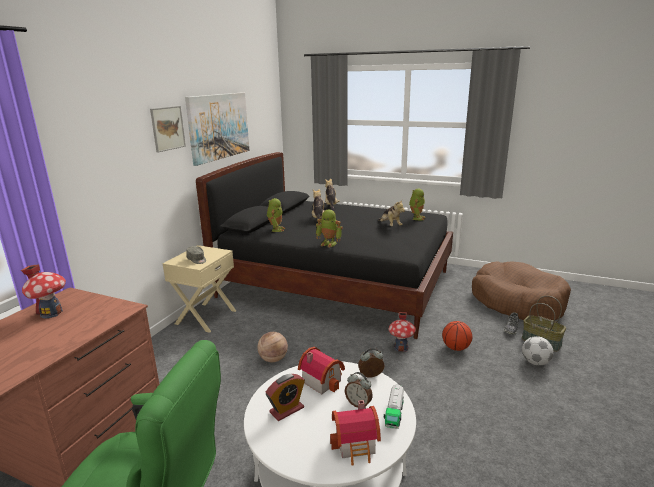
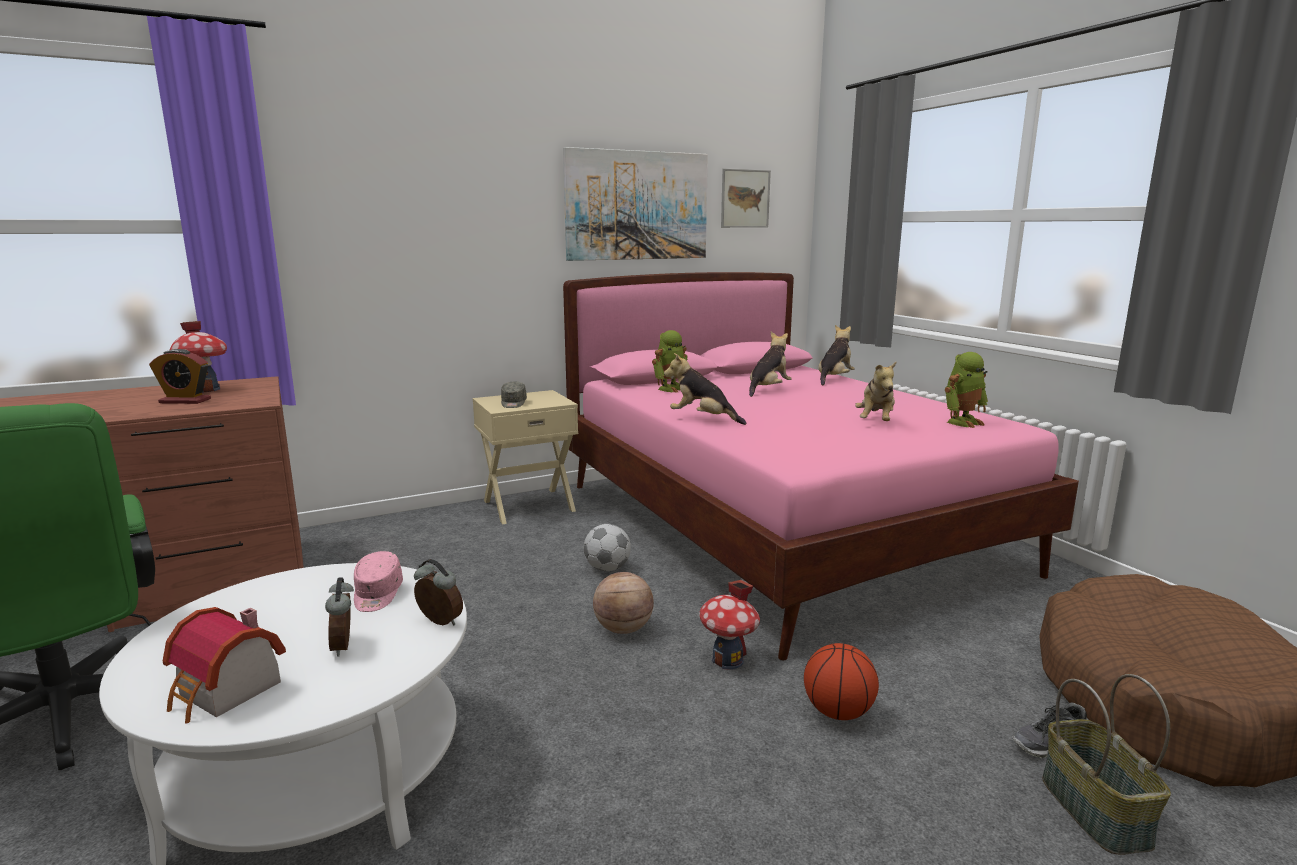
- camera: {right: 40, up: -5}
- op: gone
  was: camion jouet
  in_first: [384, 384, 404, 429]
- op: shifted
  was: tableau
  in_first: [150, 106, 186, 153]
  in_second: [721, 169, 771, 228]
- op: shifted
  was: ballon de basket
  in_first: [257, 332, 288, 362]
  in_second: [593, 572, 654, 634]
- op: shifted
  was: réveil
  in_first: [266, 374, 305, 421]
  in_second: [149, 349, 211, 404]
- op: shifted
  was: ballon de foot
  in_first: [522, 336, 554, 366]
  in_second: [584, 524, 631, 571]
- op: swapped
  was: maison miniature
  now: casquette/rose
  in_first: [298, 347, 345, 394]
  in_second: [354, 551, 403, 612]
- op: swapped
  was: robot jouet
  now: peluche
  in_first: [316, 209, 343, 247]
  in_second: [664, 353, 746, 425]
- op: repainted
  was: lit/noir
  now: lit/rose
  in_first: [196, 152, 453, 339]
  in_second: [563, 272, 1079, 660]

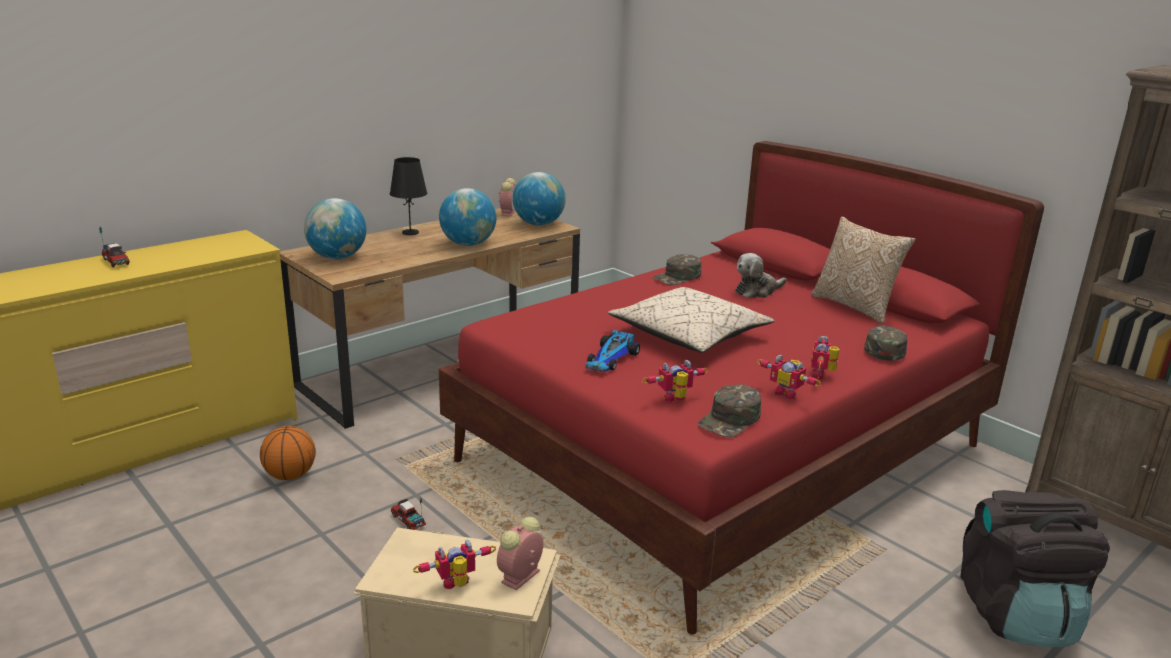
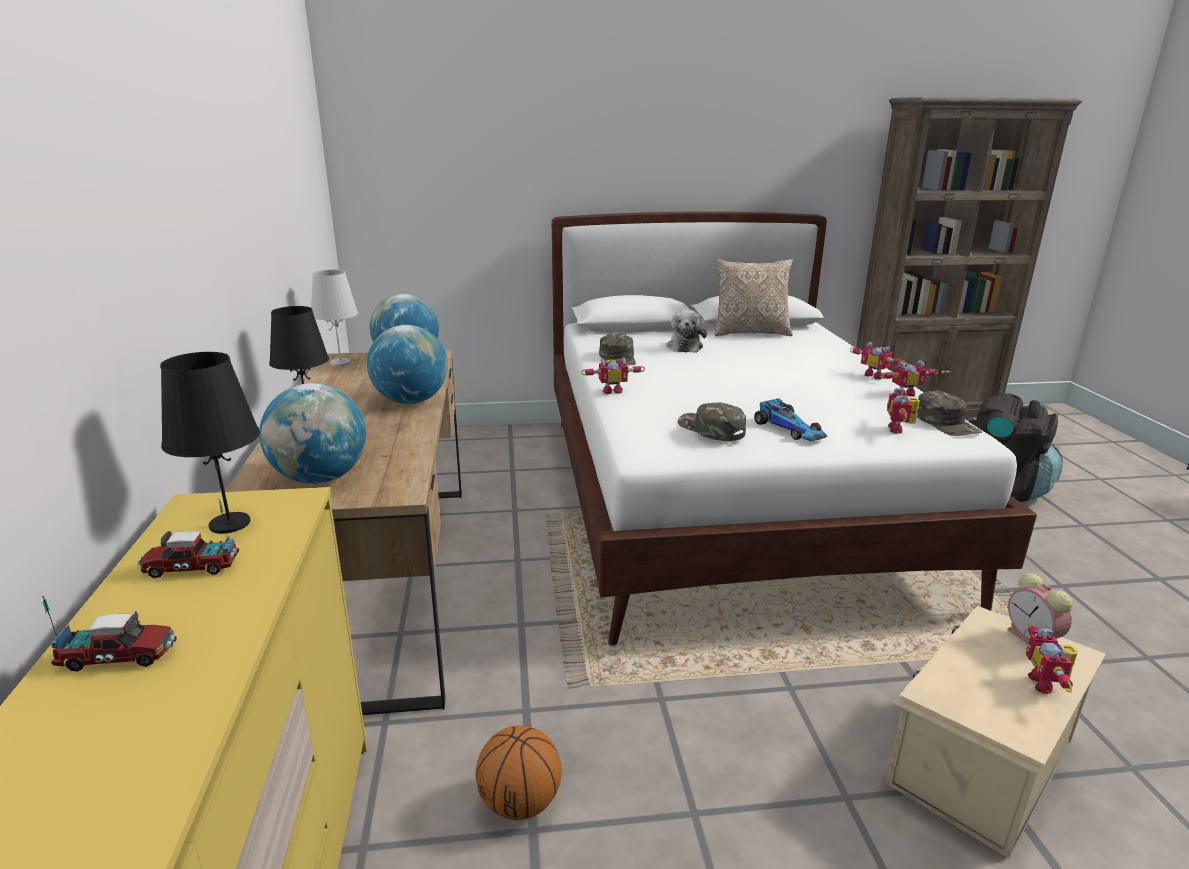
- camera: {right: -55, up: 0}
- op: gone
  was: coussin/beige
  in_first: [608, 287, 775, 353]
- op: new
  now: lampe de table/noir
  in_second: [160, 352, 260, 534]
- op: new
  now: robot jouet
  in_second: [581, 357, 645, 394]
- op: shifted
  was: camion jouet
  in_first: [391, 497, 426, 530]
  in_second: [138, 499, 239, 578]
- op: shifted
  was: casquette/vert
  in_first: [864, 325, 907, 361]
  in_second: [678, 402, 746, 441]
- op: swapped
  was: réveil
  now: lampe de table/blanc
  in_first: [499, 178, 516, 216]
  in_second: [311, 270, 358, 366]
- op: repainted
  was: lit/rouge
  now: lit/blanc
  in_first: [438, 141, 1044, 635]
  in_second: [552, 212, 1037, 646]

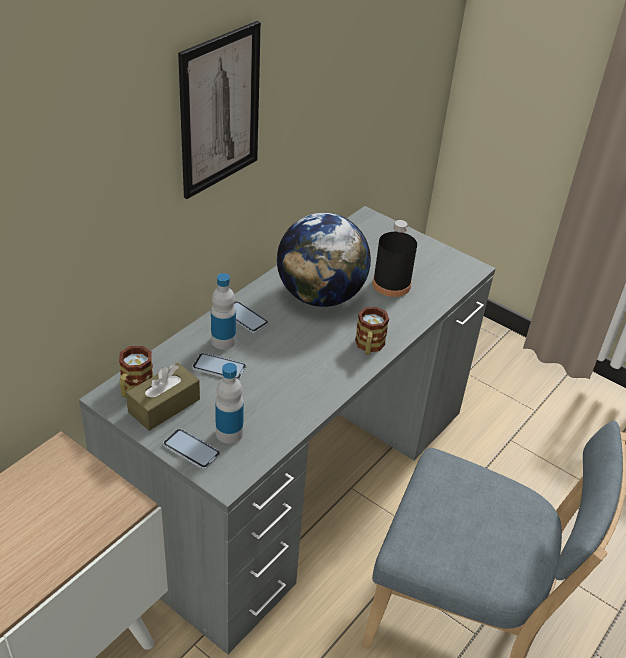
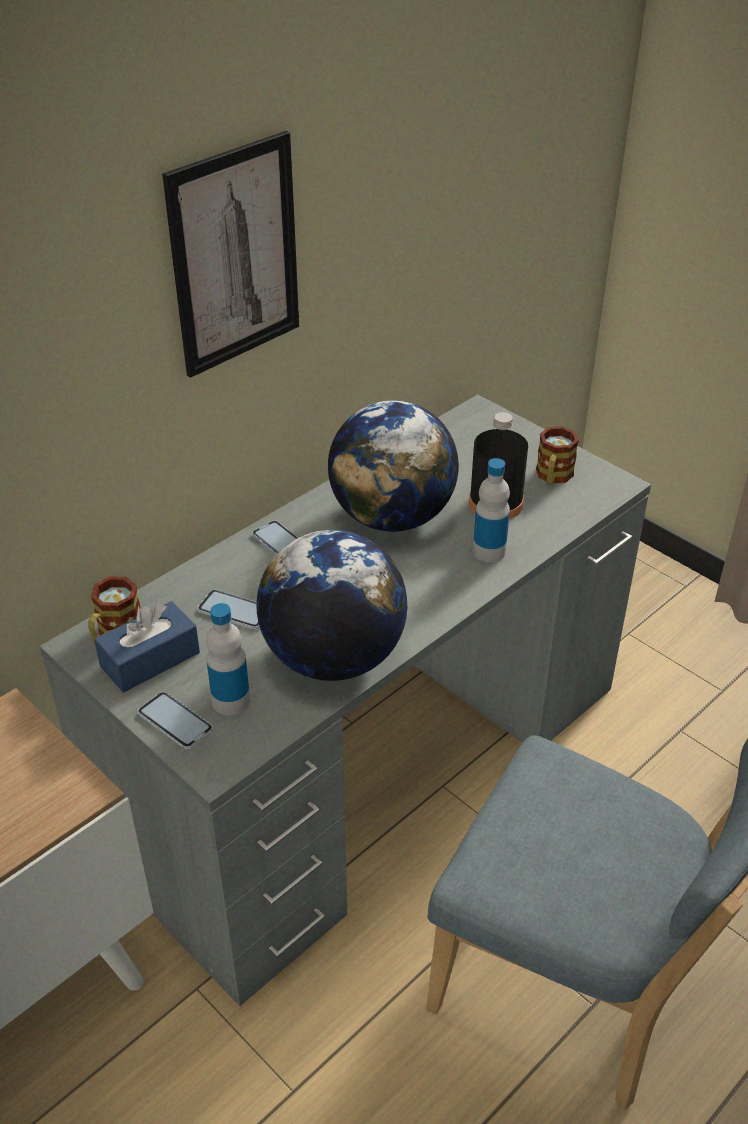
- camera: {right: 10, up: 0}
- op: new
  now: globe
  in_second: [256, 530, 407, 681]
- op: shifted
  was: bouteille
  in_first: [211, 273, 236, 350]
  in_second: [473, 458, 510, 562]
- op: shifted
  was: mug
  in_first: [355, 307, 389, 355]
  in_second: [536, 426, 579, 485]
- op: repainted
  was: boîte à mouchoirs/marron
  now: boîte à mouchoirs/bleu
  in_first: [126, 363, 200, 431]
  in_second: [94, 601, 200, 693]

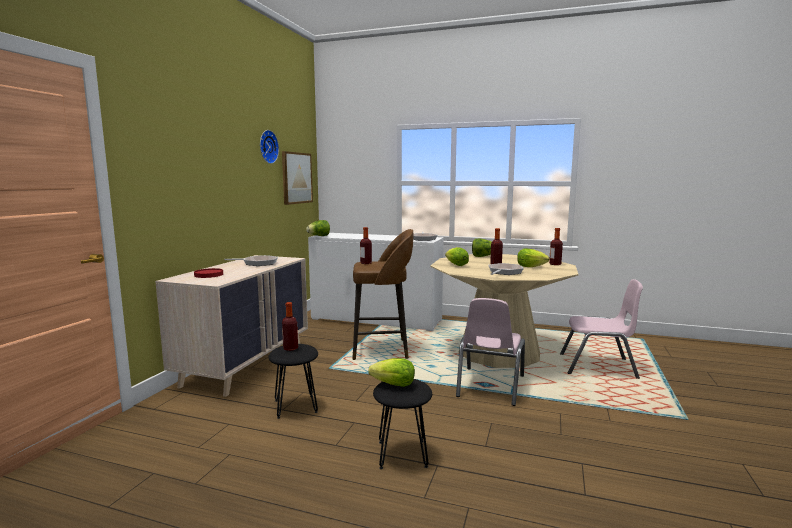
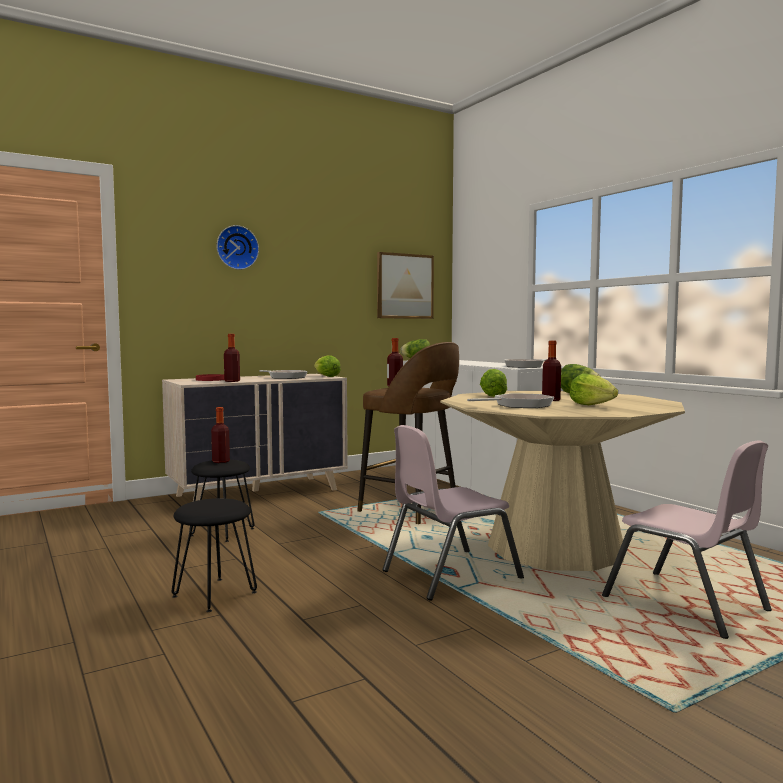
- camera: {right: 40, up: -5}
- op: shifted
  was: horloge murale
  in_first: [260, 130, 279, 164]
  in_second: [216, 225, 259, 270]
- op: shifted
  was: laitue
  in_first: [368, 358, 415, 387]
  in_second: [314, 355, 341, 377]
- op: shifted
  was: bouteille
  in_first: [549, 228, 563, 265]
  in_second: [224, 334, 240, 382]

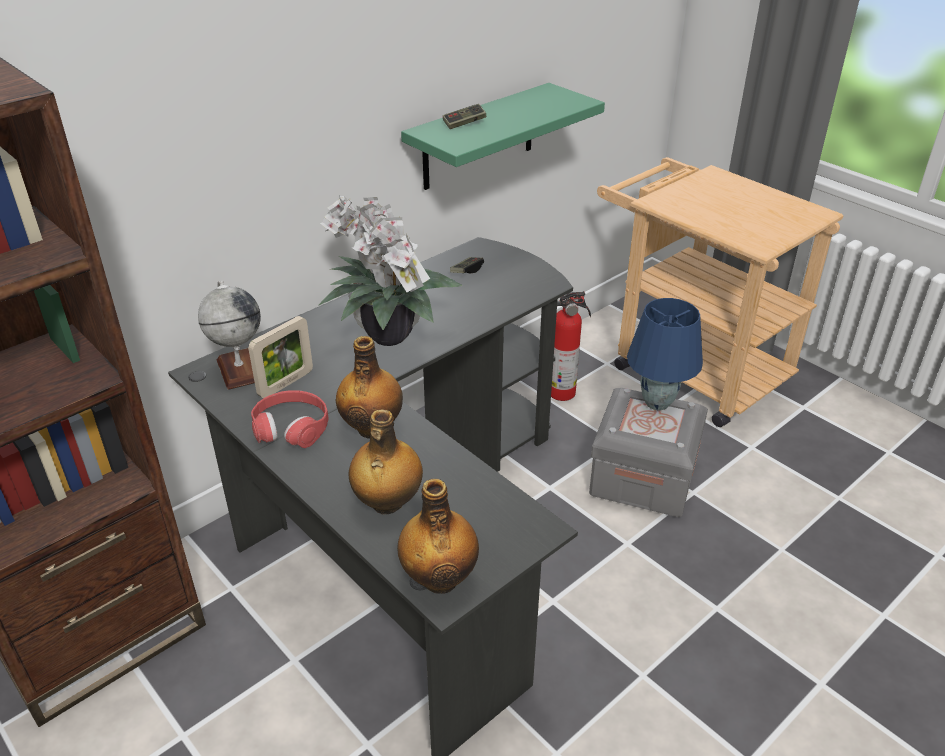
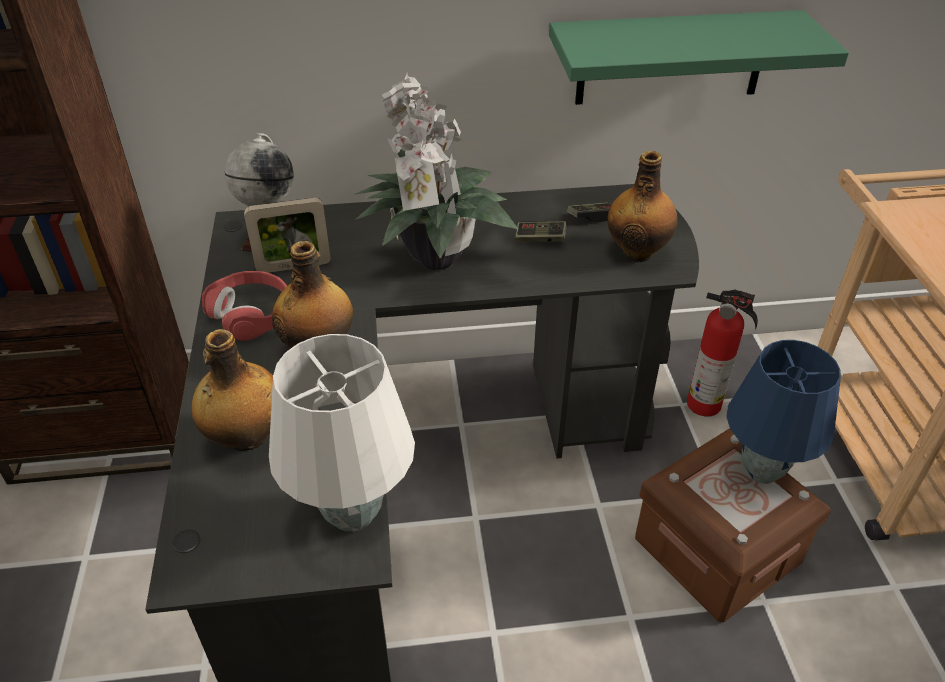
- camera: {right: 35, up: 5}
- op: new
  now: lampe de table/blanc
  in_second: [269, 334, 415, 532]
- op: shifted
  was: bouteille
  in_first: [397, 479, 479, 594]
  in_second: [607, 151, 678, 262]
- op: shifted
  was: manette
  in_first: [443, 104, 486, 129]
  in_second: [515, 221, 566, 242]
- op: repainted
  was: boîte de rangement/gris
  now: boîte de rangement/marron
  in_first: [589, 388, 708, 517]
  in_second: [635, 428, 830, 622]

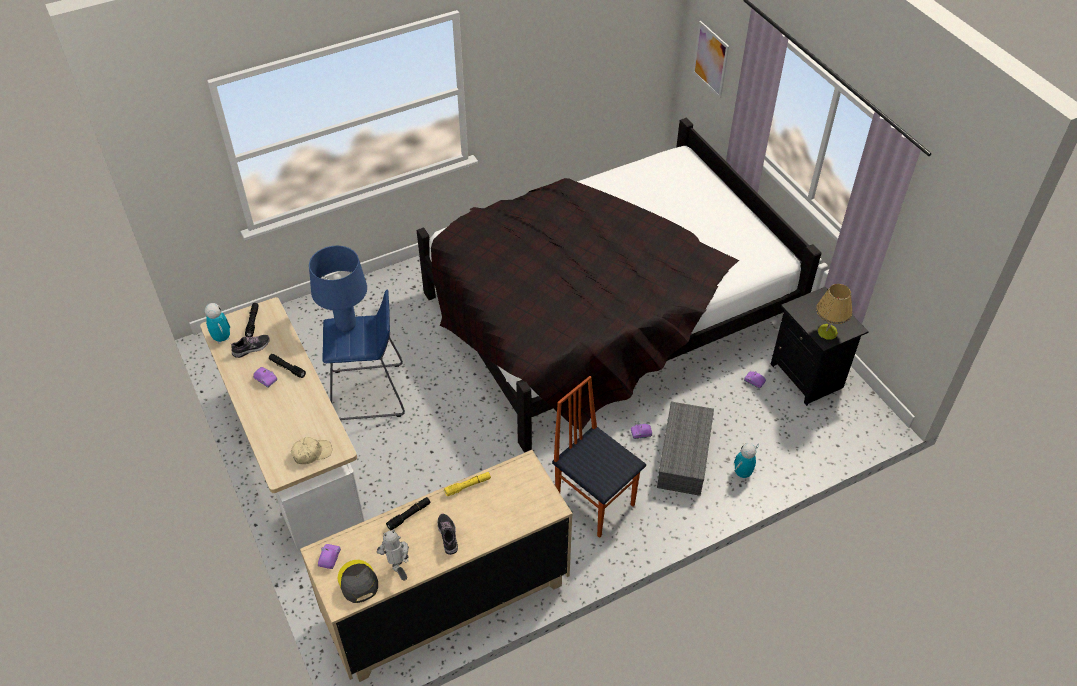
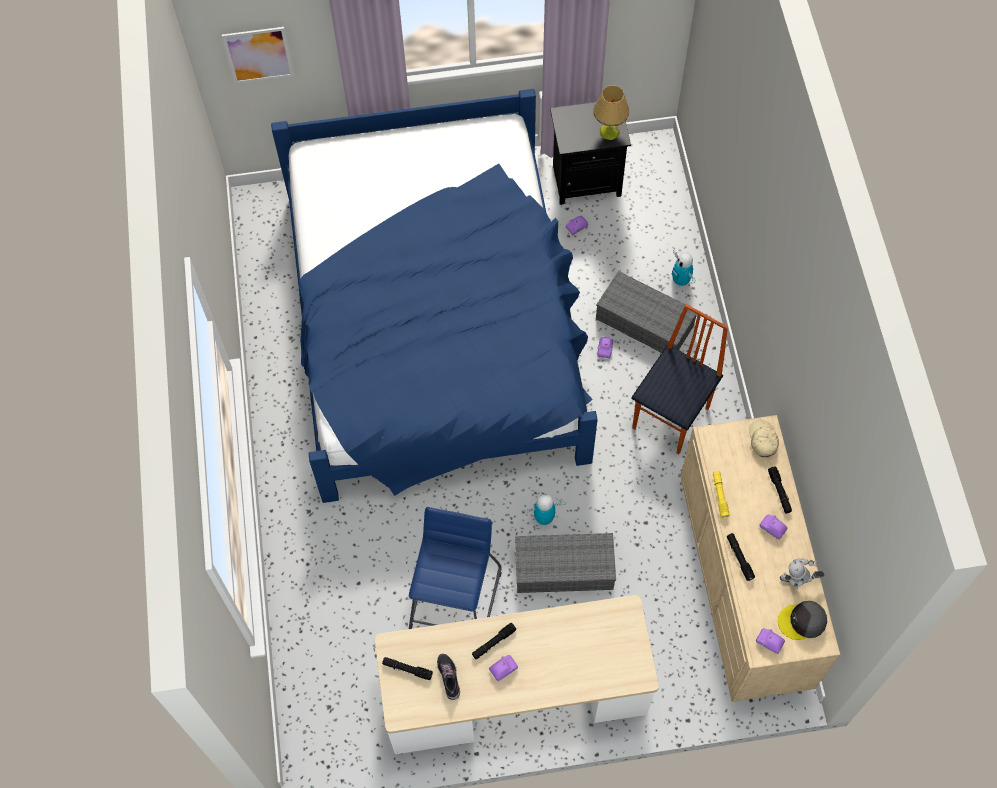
- camera: {right: -70, up: 15}
- op: gone
  was: lampe de table/bleu
  in_first: [309, 246, 367, 332]
- op: new
  now: boîte de rangement/gris
  in_second: [515, 533, 616, 593]
- op: new
  now: lampe de poche/noir
  in_second: [768, 467, 792, 513]
- op: shifted
  was: robot jouet
  in_first: [205, 303, 230, 344]
  in_second: [523, 494, 566, 525]
- op: shifted
  was: casquette/beige
  in_first: [291, 437, 332, 464]
  in_second: [749, 420, 779, 457]
- op: swapped
  was: chaussure
  now: petite voiture/violet
  in_first: [437, 514, 458, 555]
  in_second: [759, 514, 788, 539]
- op: repainted
  was: lit/noir
  now: lit/bleu
  in_first: [417, 117, 821, 452]
  in_second: [271, 89, 598, 503]
- op: rotated
  was: chaise
  in_first: [552, 376, 646, 538]
  in_second: [631, 304, 728, 455]
  clockwise: 150

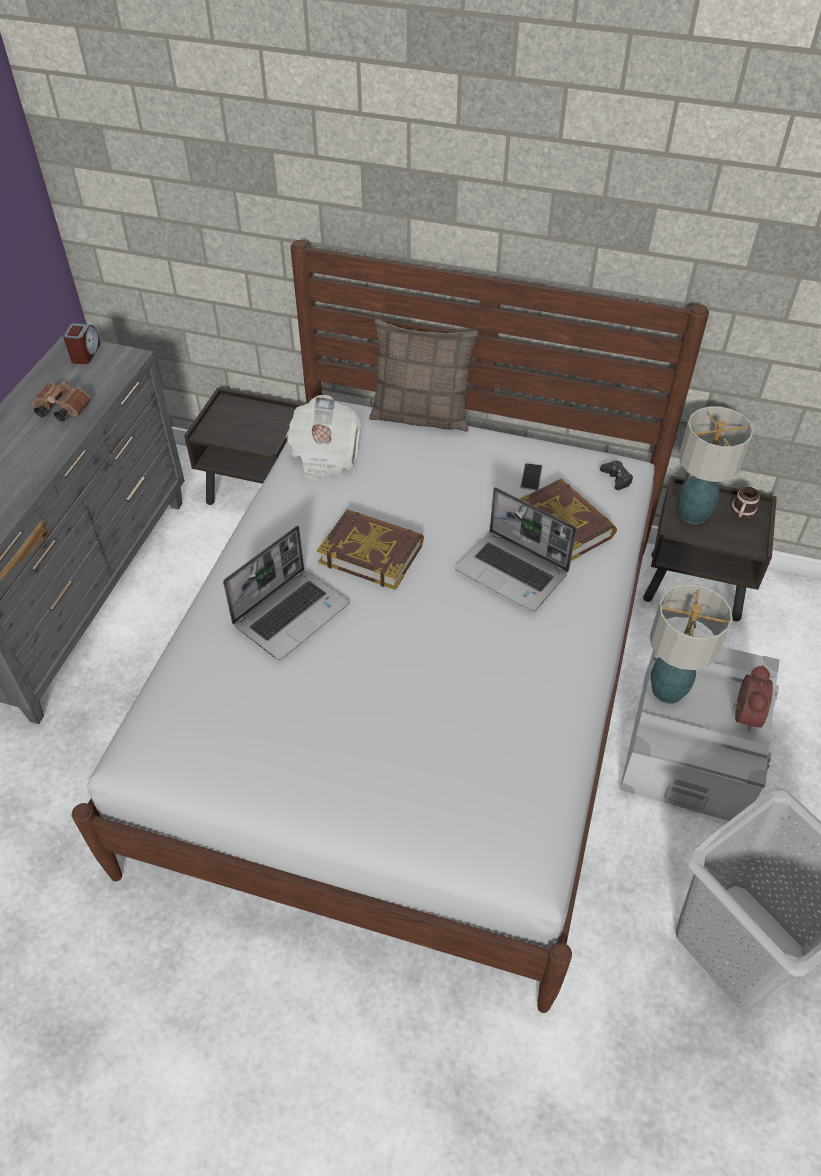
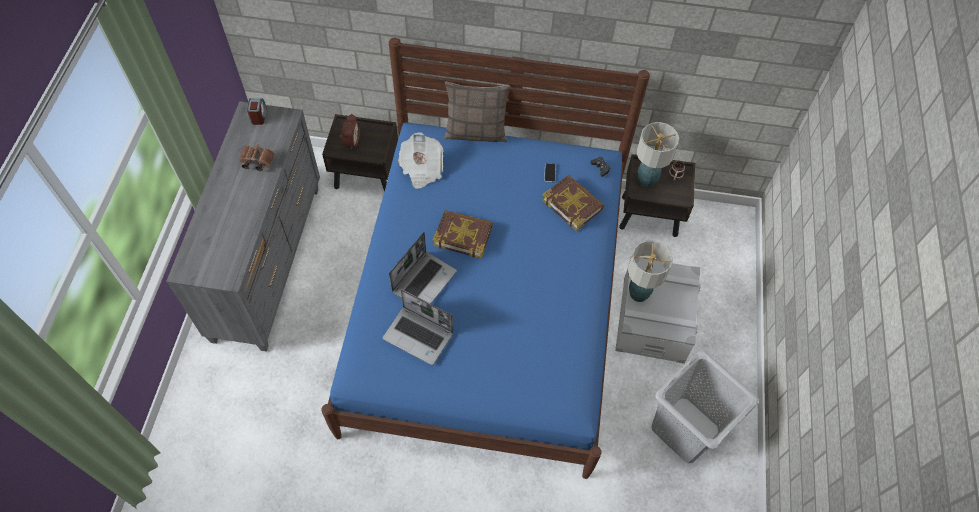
- camera: {right: -10, up: 10}
- op: shifted
  was: ordinateur portable
  in_first: [455, 487, 577, 612]
  in_second: [382, 289, 454, 365]
- op: shifted
  was: réveil
  in_first: [733, 665, 773, 731]
  in_second: [340, 114, 360, 150]
- op: repainted
  was: lit/blanc
  now: lit/bleu
  in_first: [72, 240, 709, 1013]
  in_second: [321, 38, 650, 479]

